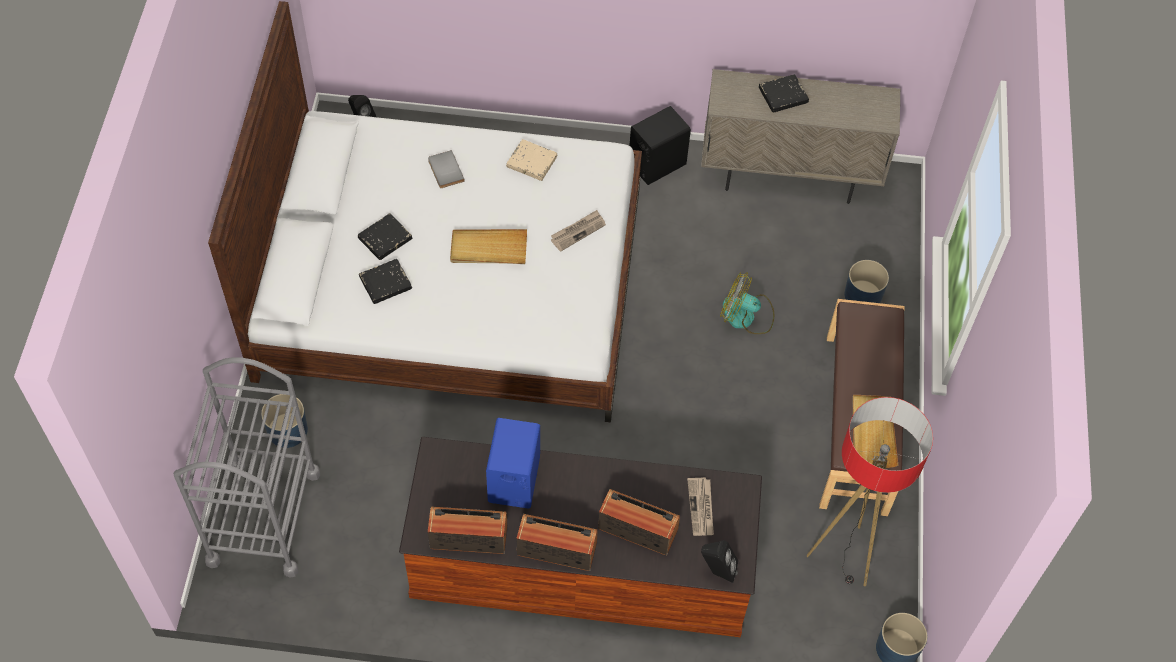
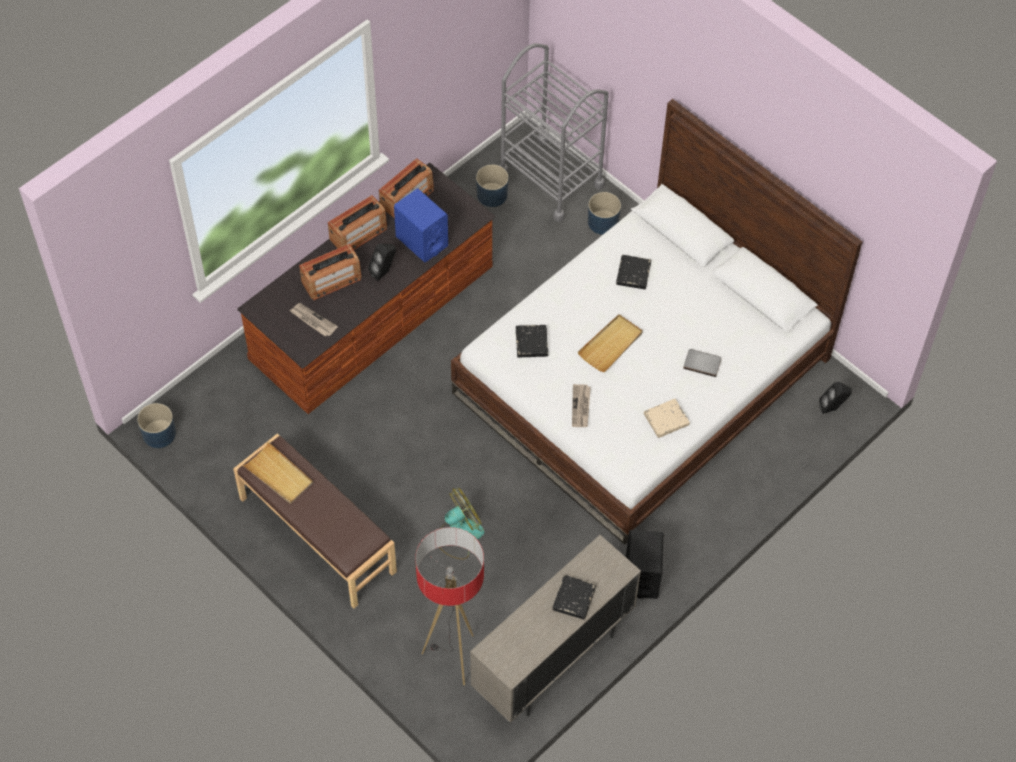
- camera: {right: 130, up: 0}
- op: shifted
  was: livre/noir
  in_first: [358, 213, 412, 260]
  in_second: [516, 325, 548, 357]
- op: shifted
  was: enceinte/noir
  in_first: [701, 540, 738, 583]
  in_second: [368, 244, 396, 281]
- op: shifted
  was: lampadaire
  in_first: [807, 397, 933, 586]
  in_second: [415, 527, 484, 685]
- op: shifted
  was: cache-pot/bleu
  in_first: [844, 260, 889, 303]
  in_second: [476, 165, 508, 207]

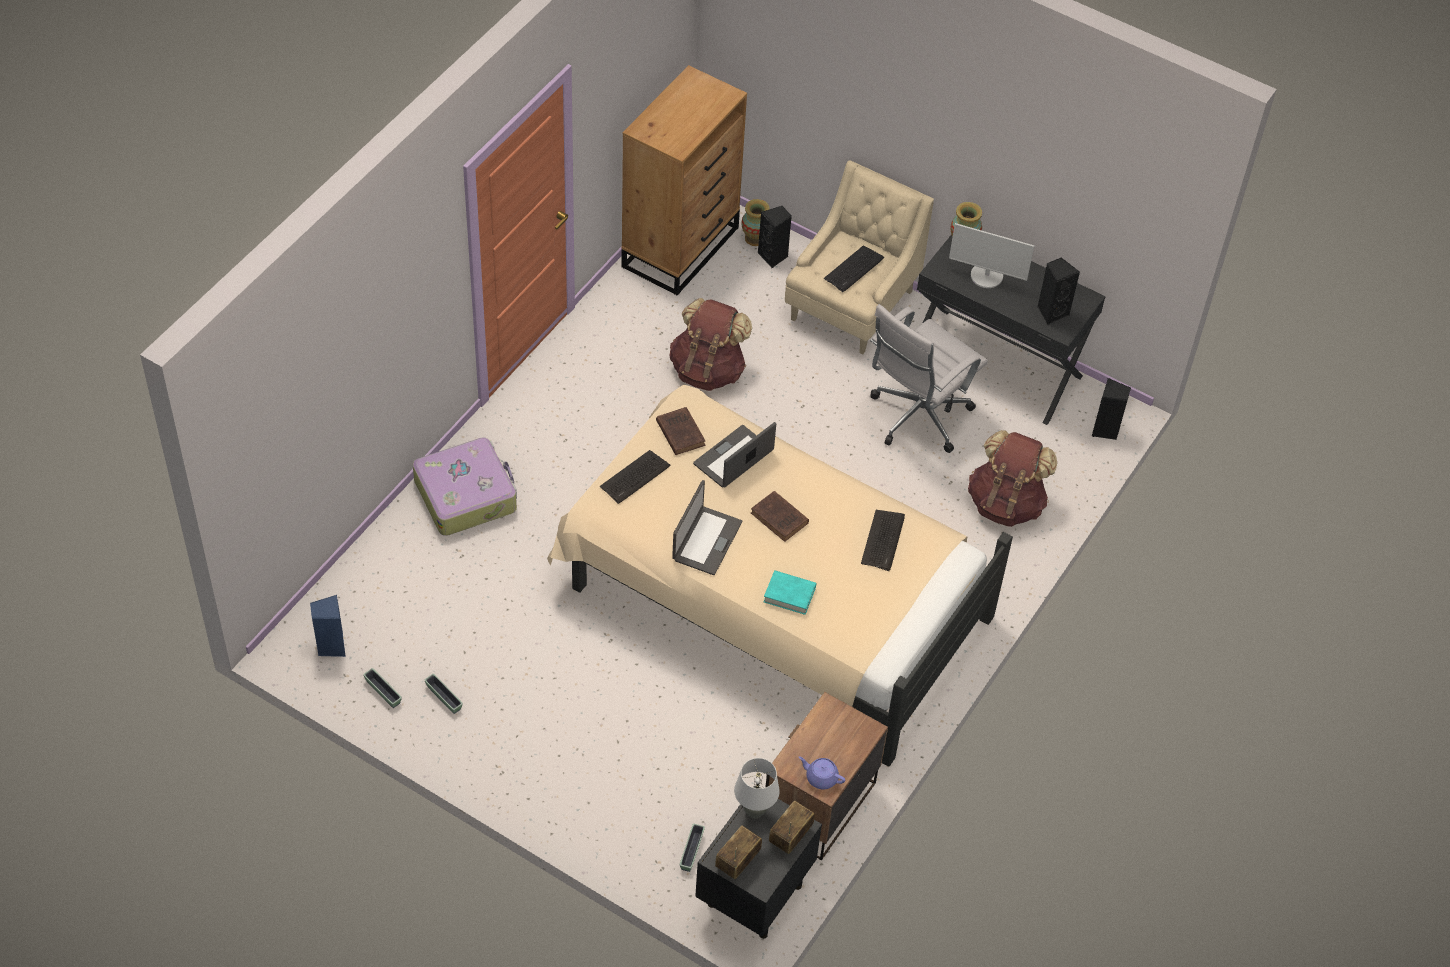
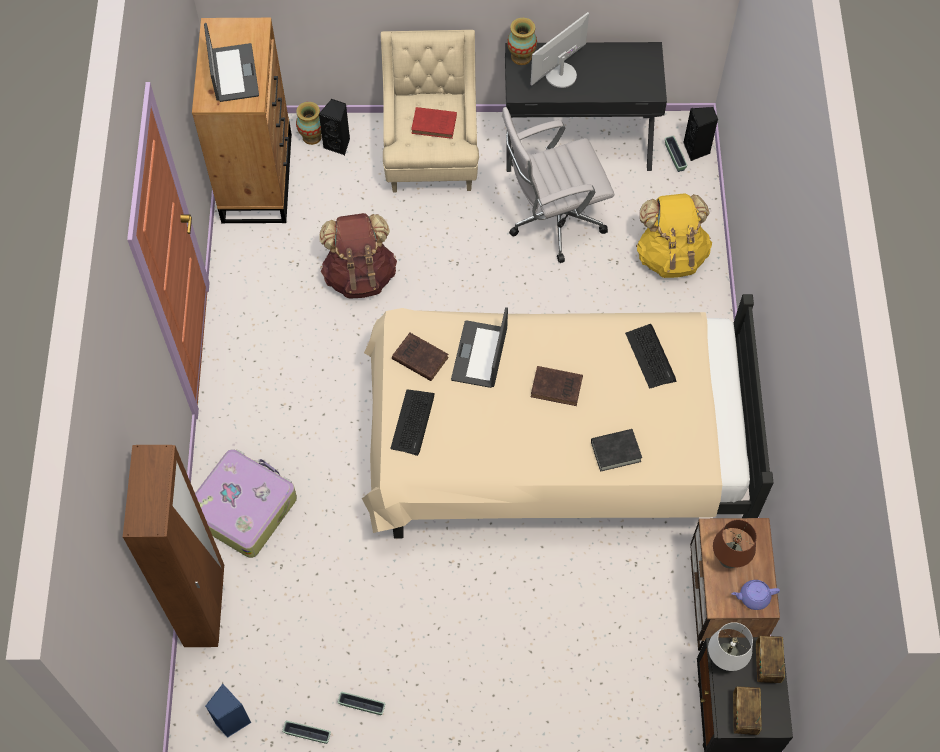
- camera: {right: -30, up: 10}
- op: gone
  was: enceinte/noir
  in_first: [1037, 257, 1080, 325]
- op: new
  now: armoire/marron
  in_second: [123, 445, 224, 647]
- op: new
  now: lampe de table/marron
  in_second: [713, 520, 757, 568]
- op: shifted
  was: ordinateur portable
  in_first: [672, 480, 742, 575]
  in_second: [204, 23, 259, 102]
- op: shifted
  was: cache-pot
  in_first: [680, 824, 705, 872]
  in_second: [665, 136, 687, 172]
- op: swapped
  was: clavier
  now: livre/rouge
  in_first: [824, 246, 884, 292]
  in_second: [411, 107, 457, 139]
- op: repainted
  was: livre/turquoise
  now: livre/noir
  in_first: [763, 570, 816, 615]
  in_second: [591, 429, 642, 472]
- op: repainted
  was: sac à dos/marron
  now: sac à dos/jaune
  in_first: [968, 430, 1057, 527]
  in_second: [636, 193, 712, 278]
- op: rotated
  was: chaise de bureau/blanc
  in_first: [870, 304, 988, 453]
  in_second: [502, 107, 614, 263]
  clockwise: 60
- op: rotated
  was: écran d'ordinateur
  in_first: [949, 223, 1035, 288]
  in_second: [531, 12, 589, 88]
  clockwise: 150

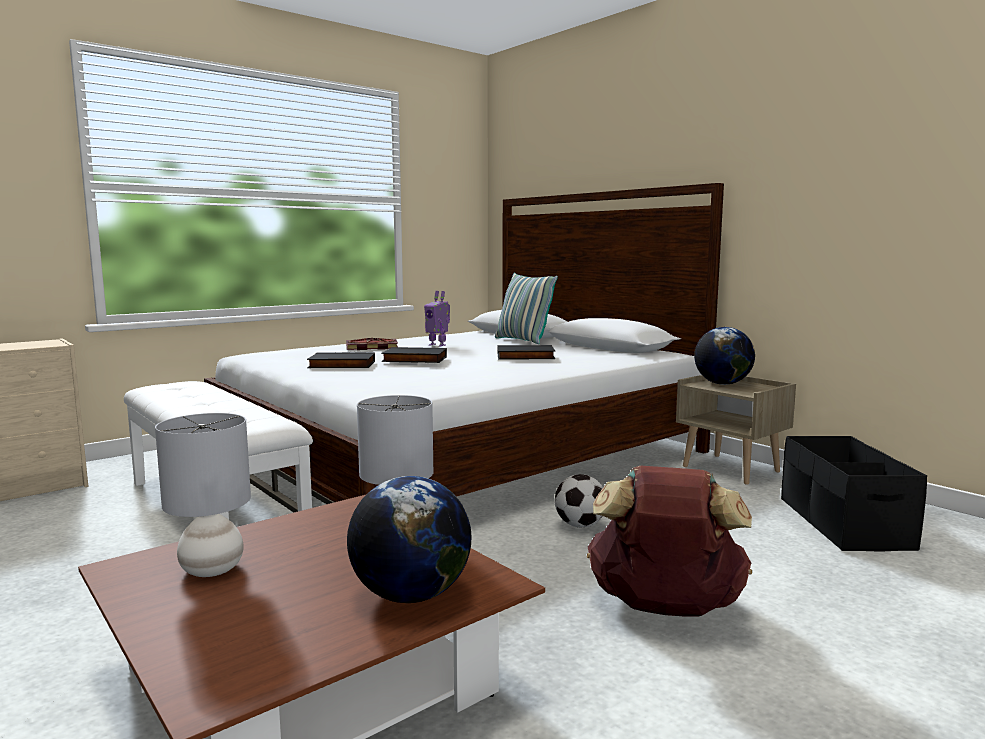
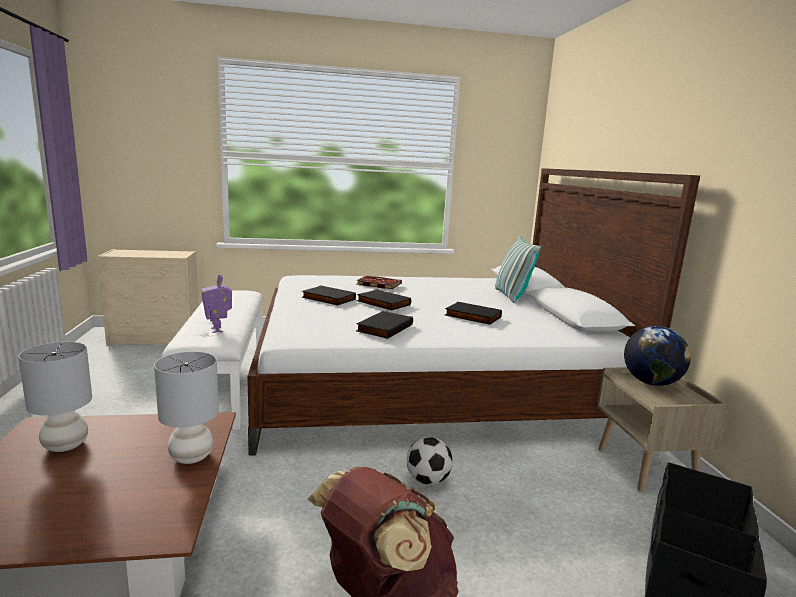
- camera: {right: 30, up: 5}
- op: gone
  was: globe
  in_first: [347, 476, 471, 603]
- op: new
  now: livre/noir
  in_second: [356, 311, 413, 339]
- op: shifted
  was: robot jouet
  in_first: [424, 291, 450, 347]
  in_second: [201, 274, 232, 333]

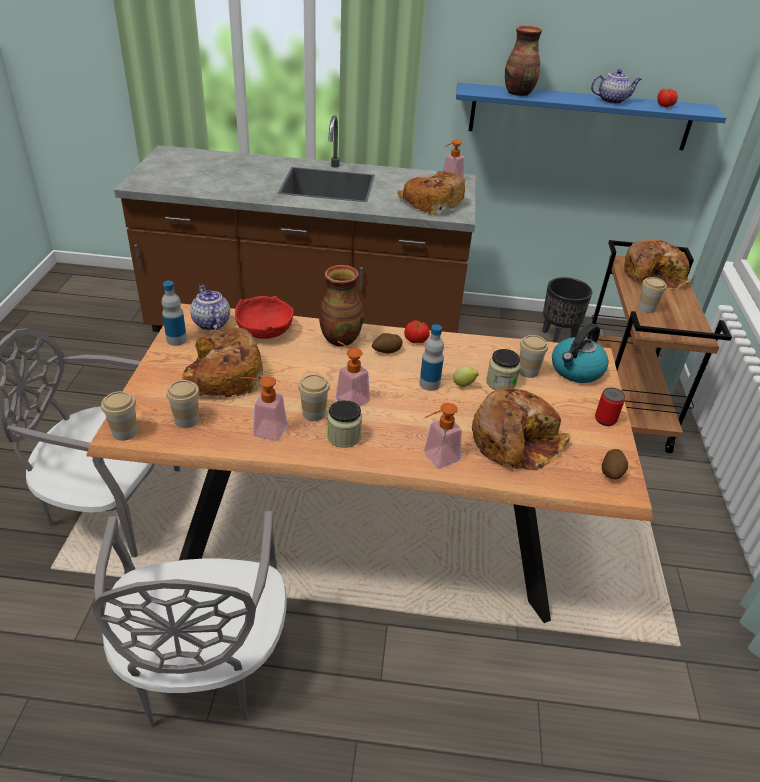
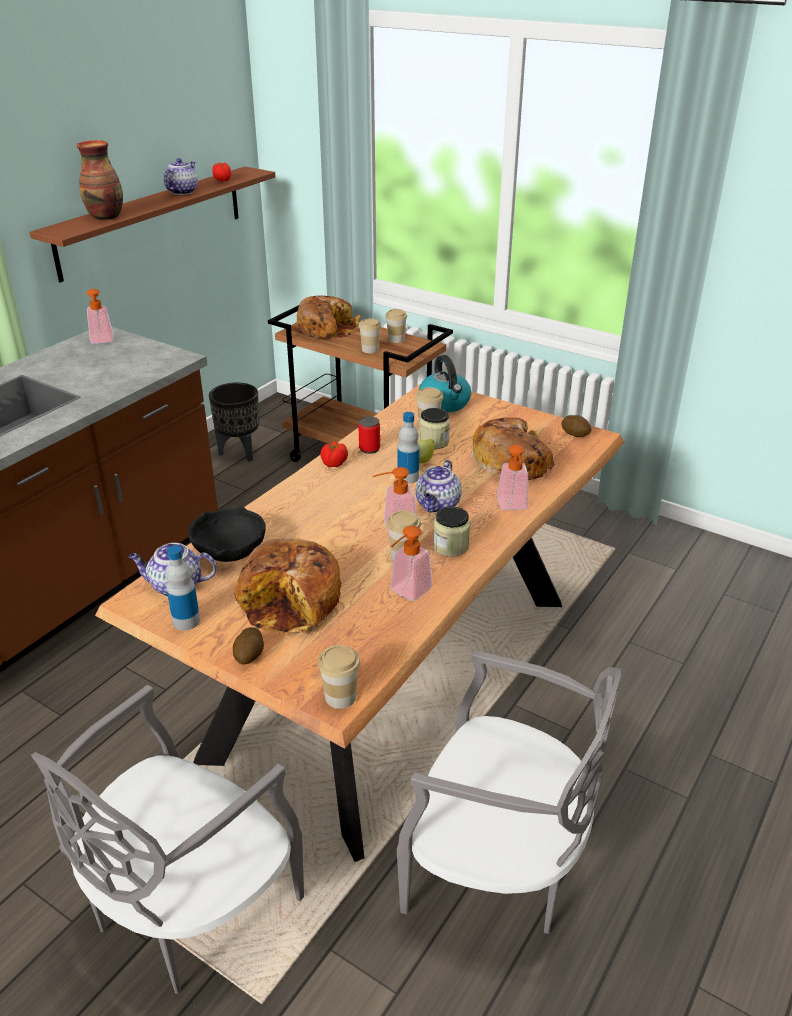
- camera: {right: -60, up: -5}
- op: gone
  was: vase
  in_first: [319, 265, 364, 346]
- op: gone
  was: pain
  in_first: [397, 171, 465, 215]
- op: new
  now: théière
  in_second: [415, 460, 462, 513]
- op: shifted
  was: tasse
  in_first: [166, 380, 199, 428]
  in_second: [385, 309, 407, 343]
- op: shifted
  was: pomme de terre
  in_first: [372, 333, 403, 354]
  in_second: [233, 627, 264, 665]
- op: shifted
  was: boîte métallique
  in_first: [595, 387, 625, 426]
  in_second: [358, 416, 380, 454]
- op: repainted
  was: bol/rouge
  now: bol/noir
  in_first: [235, 296, 294, 339]
  in_second: [188, 506, 266, 562]
- op: repainted
  was: étagère/bleu
  now: étagère/marron
  in_first: [456, 83, 726, 150]
  in_second: [29, 167, 276, 283]

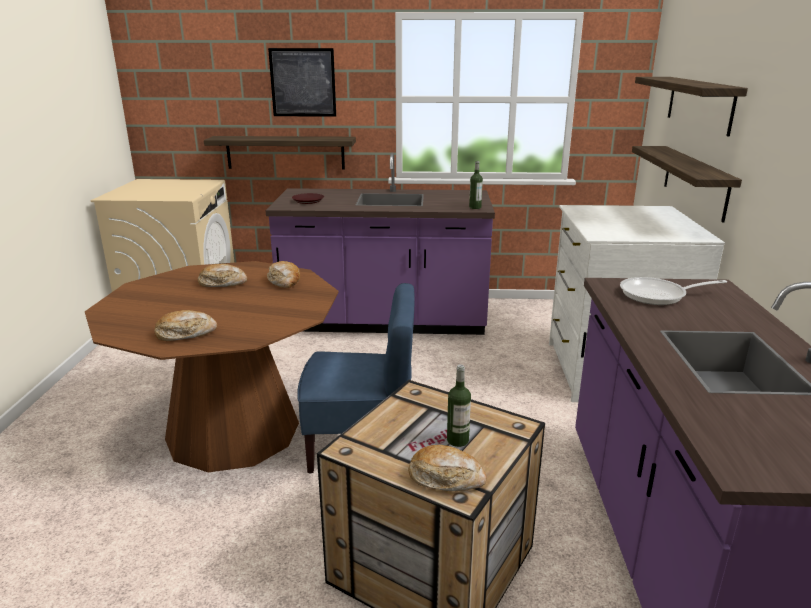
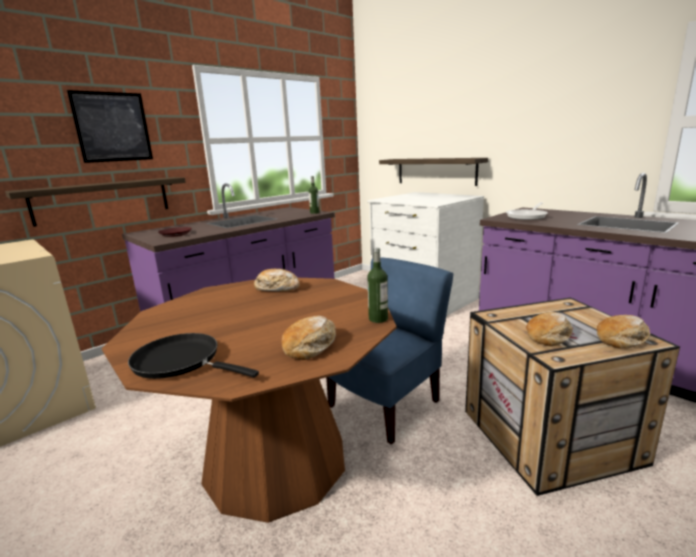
- camera: {right: -45, up: -5}
- op: gone
  was: étagère
  in_first: [635, 77, 748, 137]
- op: new
  now: poêle/noir
  in_second: [128, 333, 259, 379]
- op: shifted
  was: pain
  in_first: [198, 264, 247, 287]
  in_second: [526, 312, 573, 346]
- op: shifted
  was: bouteille
  in_first: [447, 364, 471, 447]
  in_second: [367, 248, 388, 323]

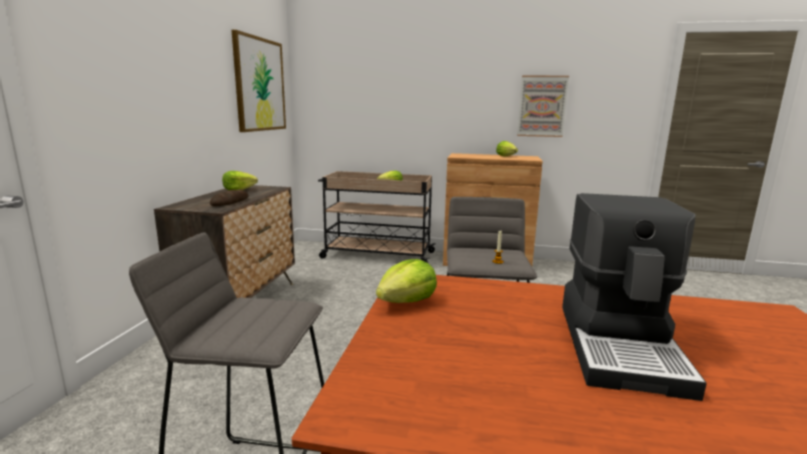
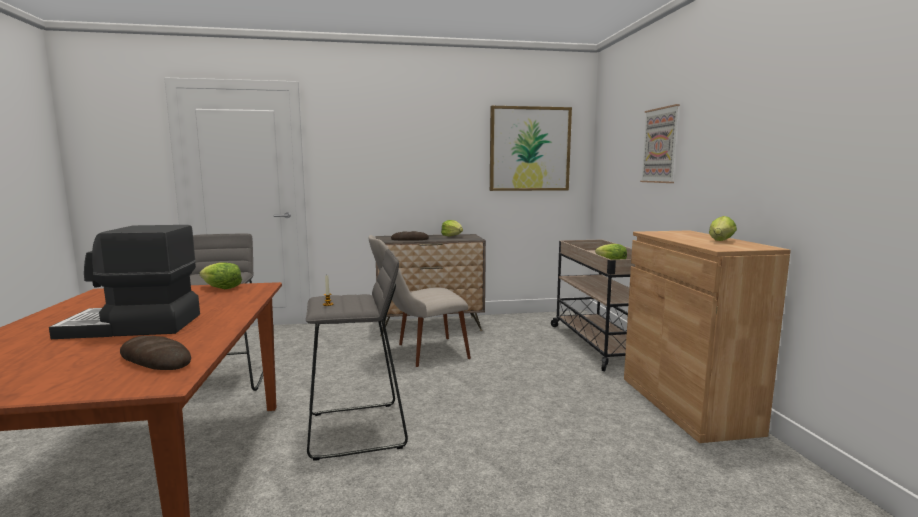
- camera: {right: 70, up: -5}
- op: new
  now: pain
  in_second: [120, 336, 191, 370]
- op: new
  now: chaise/beige
  in_second: [369, 235, 471, 367]
- op: shifted
  was: tableau
  in_first: [517, 76, 569, 137]
  in_second: [640, 104, 680, 183]

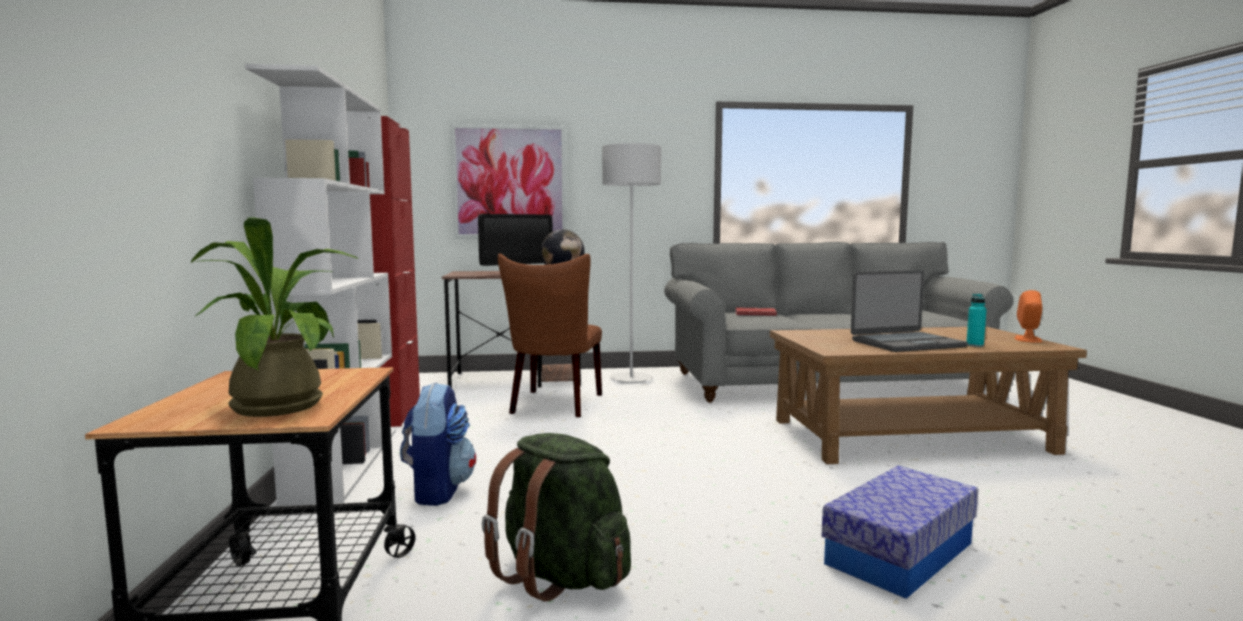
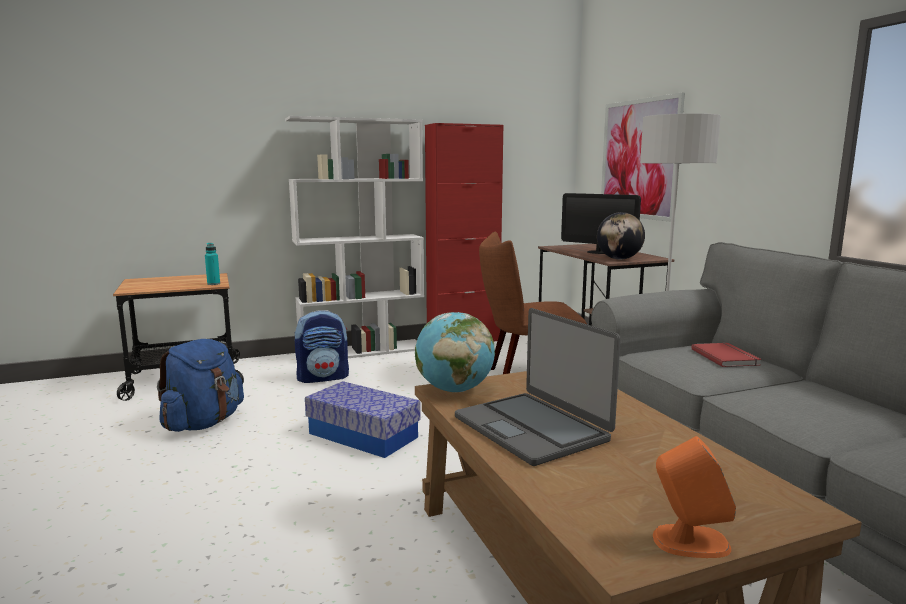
- camera: {right: 75, up: 5}
- op: gone
  was: plante en pot
  in_first: [191, 217, 358, 417]
- op: new
  now: globe
  in_second: [415, 312, 495, 393]
- op: shifted
  was: boîte de rangement
  in_first: [822, 466, 978, 599]
  in_second: [305, 381, 421, 458]
- op: shifted
  was: bouteille/turquoise
  in_first: [967, 294, 987, 347]
  in_second: [205, 243, 220, 285]
- op: repainted
  was: sac à dos/vert
  now: sac à dos/bleu
  in_first: [482, 433, 631, 601]
  in_second: [157, 339, 244, 432]

